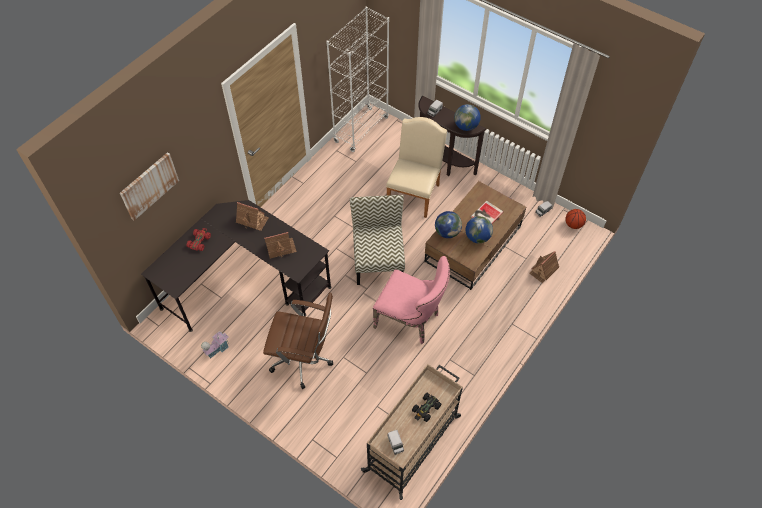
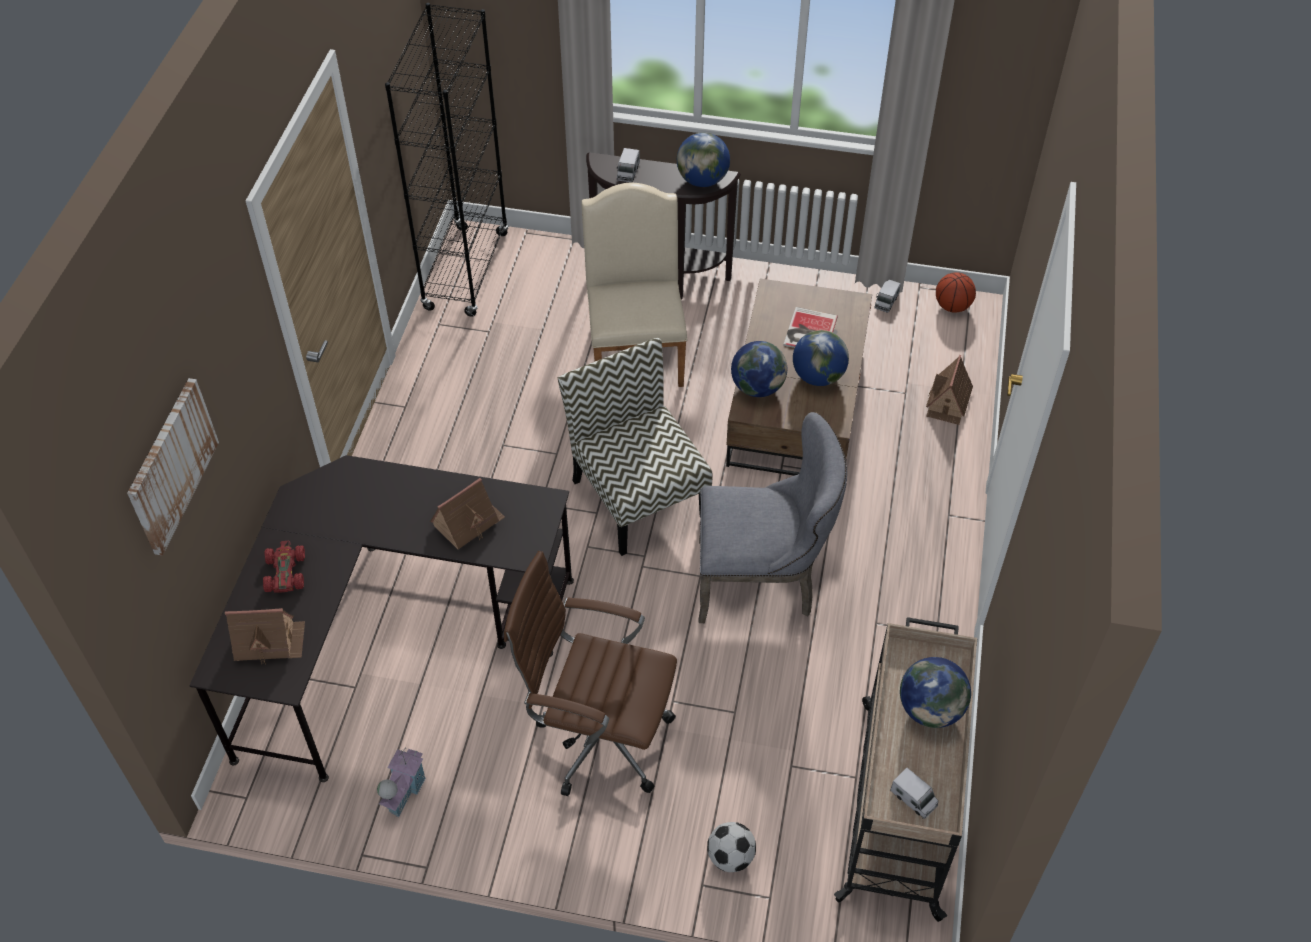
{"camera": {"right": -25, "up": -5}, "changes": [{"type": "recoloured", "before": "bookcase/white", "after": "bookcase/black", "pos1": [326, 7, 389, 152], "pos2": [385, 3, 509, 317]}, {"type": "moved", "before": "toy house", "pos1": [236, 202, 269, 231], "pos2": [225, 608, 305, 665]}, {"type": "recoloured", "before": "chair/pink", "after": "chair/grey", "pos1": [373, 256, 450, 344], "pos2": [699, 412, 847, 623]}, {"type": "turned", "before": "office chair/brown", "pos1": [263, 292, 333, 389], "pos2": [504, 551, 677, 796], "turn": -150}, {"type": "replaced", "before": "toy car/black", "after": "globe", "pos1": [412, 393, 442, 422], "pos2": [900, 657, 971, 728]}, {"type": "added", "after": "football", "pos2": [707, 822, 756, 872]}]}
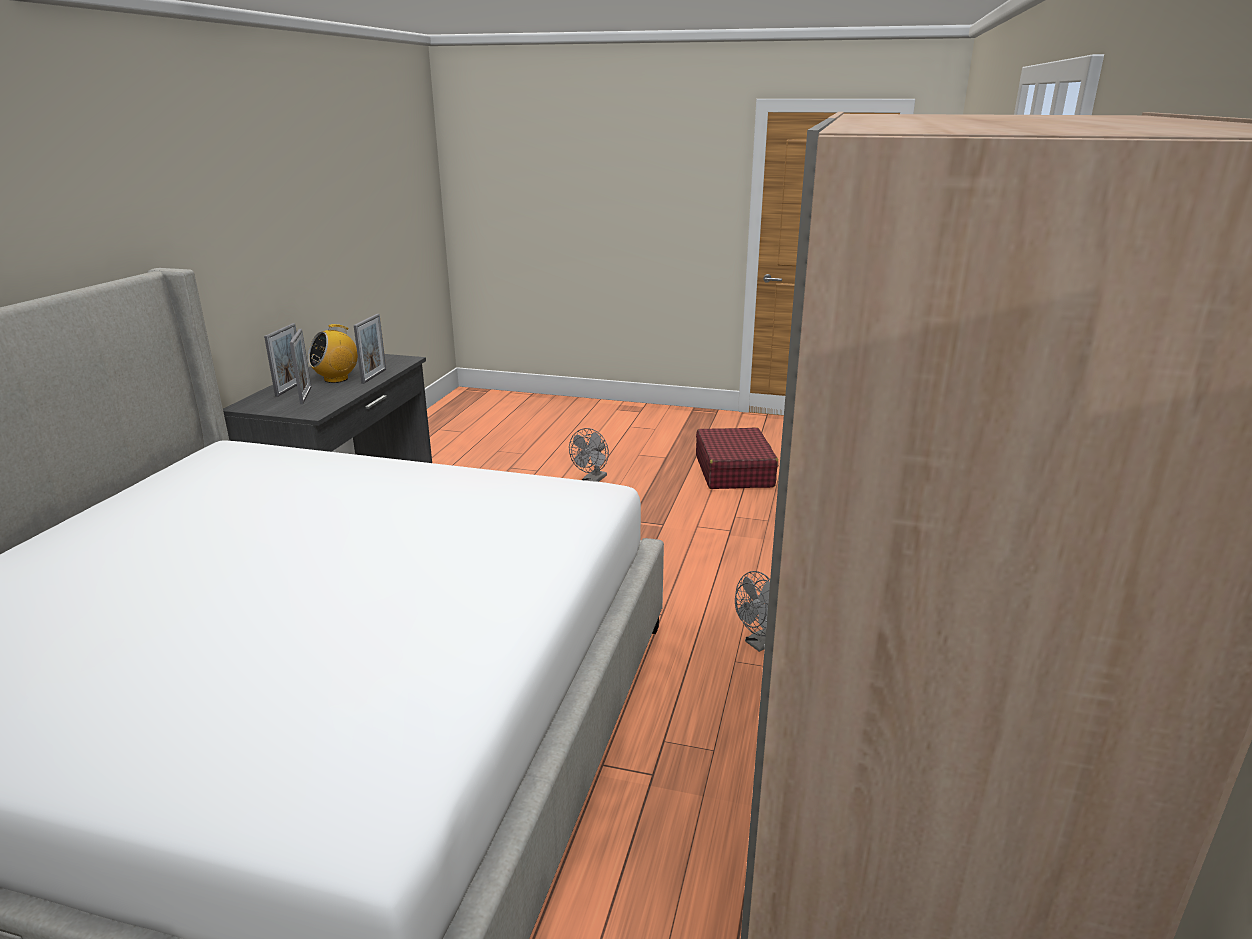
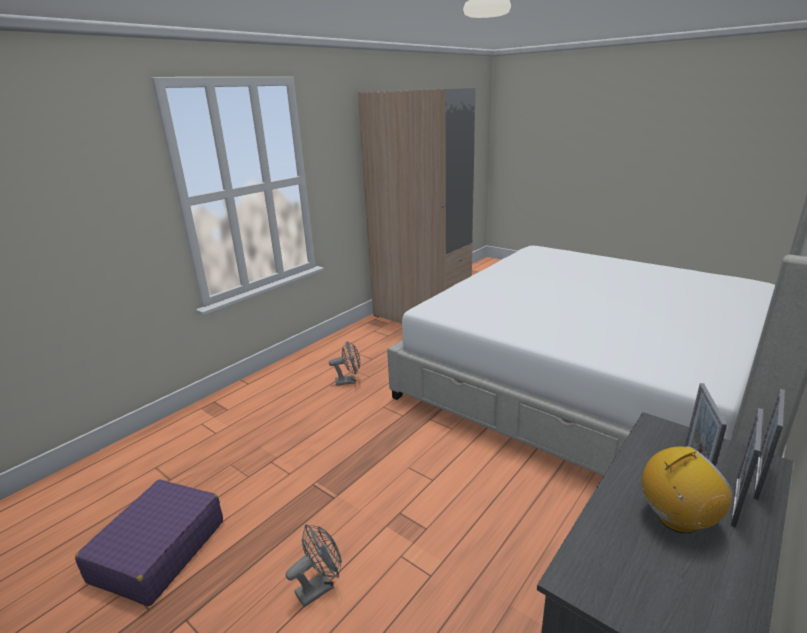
{"camera": {"right": -155, "up": 0}, "changes": [{"type": "moved", "before": "picture frame", "pos1": [354, 314, 386, 384], "pos2": [753, 389, 785, 500]}, {"type": "recoloured", "before": "suitcase/red", "after": "suitcase/purple", "pos1": [696, 427, 778, 489], "pos2": [75, 480, 223, 606]}]}
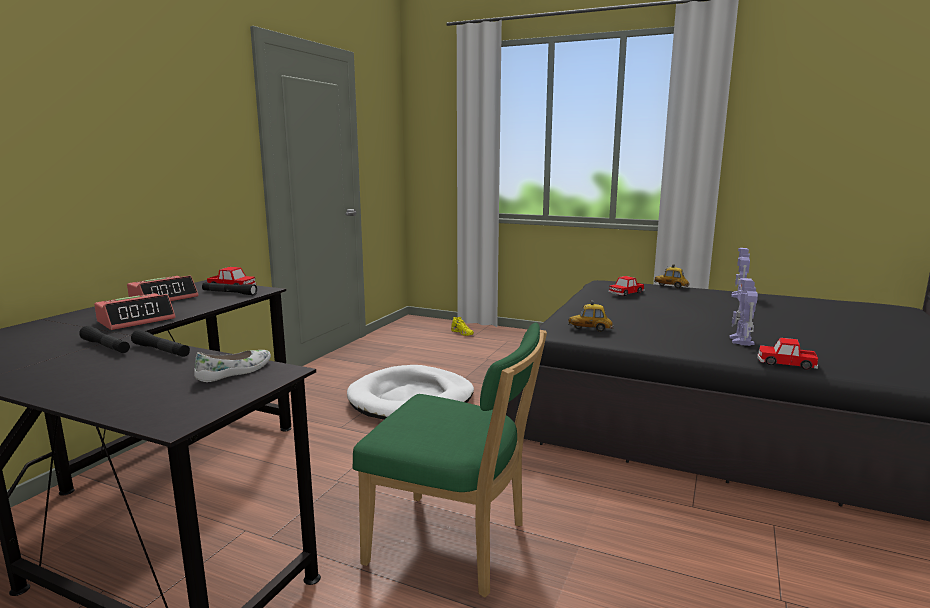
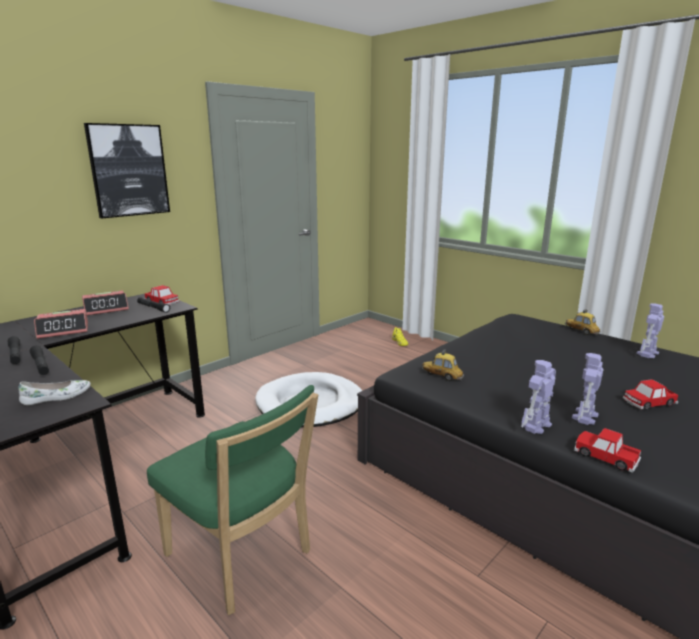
{"camera": {"right": 20, "up": 5}, "changes": [{"type": "moved", "before": "toy car", "pos1": [608, 276, 645, 296], "pos2": [623, 379, 679, 410]}, {"type": "added", "after": "picture", "pos2": [84, 123, 170, 218]}, {"type": "added", "after": "toy robot", "pos2": [521, 360, 556, 434]}]}
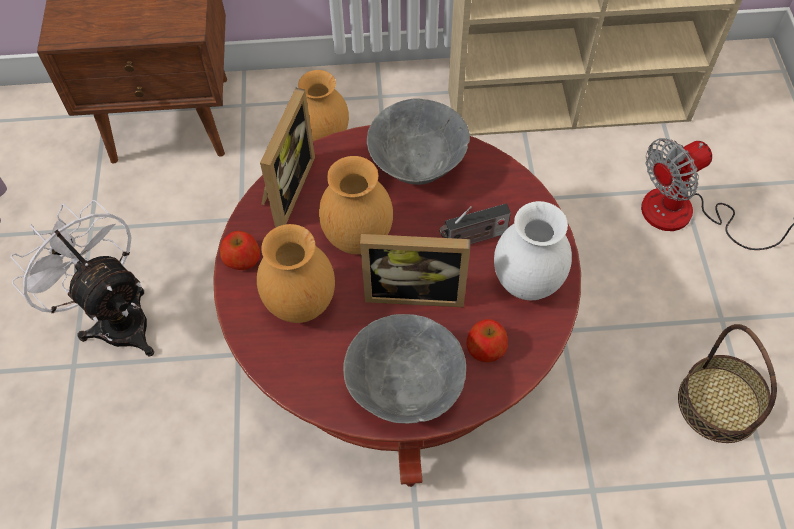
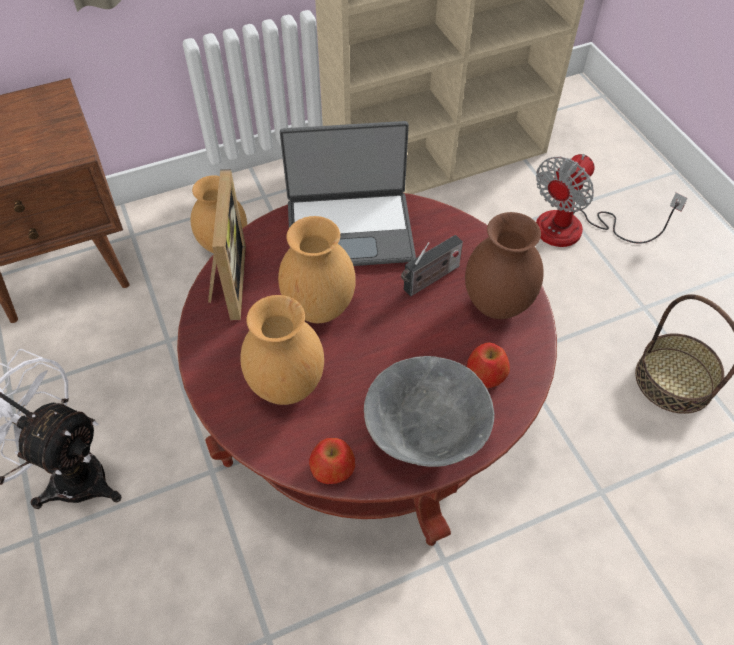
{"camera": {"right": -20, "up": -5}, "changes": [{"type": "replaced", "before": "bowl/grey", "after": "laptop", "pos1": [367, 98, 470, 185], "pos2": [280, 121, 416, 266]}, {"type": "recoloured", "before": "vase/white", "after": "vase/brown", "pos1": [494, 201, 572, 300], "pos2": [465, 212, 544, 319]}, {"type": "moved", "before": "apple", "pos1": [220, 231, 260, 270], "pos2": [309, 438, 355, 484]}, {"type": "removed", "before": "picture frame", "pos1": [360, 234, 471, 307]}]}
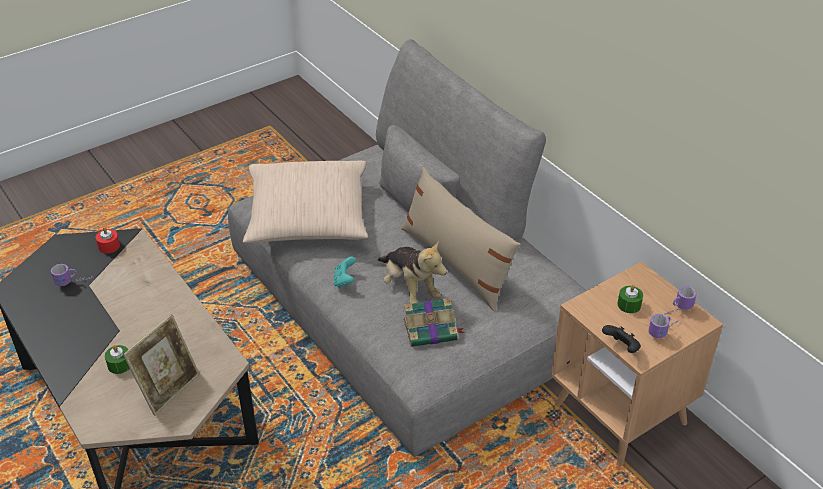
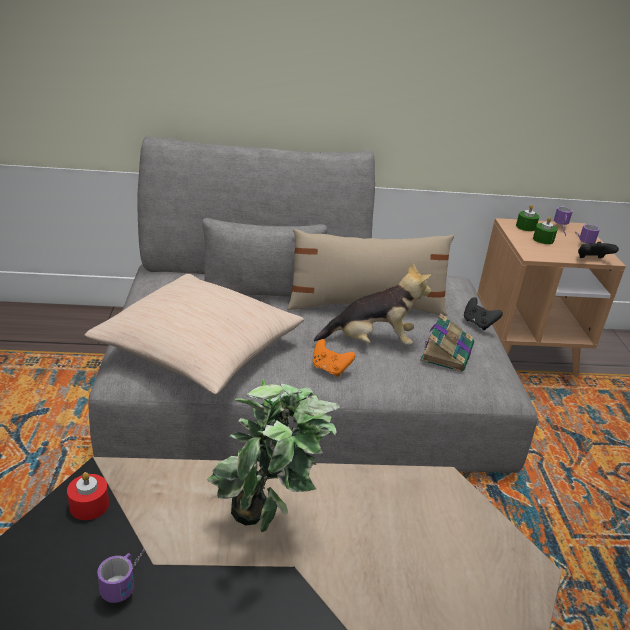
{"camera": {"right": -60, "up": -10}, "changes": [{"type": "recoloured", "before": "game controller/turquoise", "after": "game controller/orange", "pos1": [333, 257, 356, 288], "pos2": [312, 339, 356, 377]}, {"type": "removed", "before": "picture frame", "pos1": [123, 314, 200, 416]}, {"type": "moved", "before": "candle/green", "pos1": [105, 345, 130, 374], "pos2": [516, 205, 539, 231]}, {"type": "added", "after": "game controller/black", "pos2": [464, 297, 503, 330]}, {"type": "added", "after": "potted plant", "pos2": [207, 379, 340, 533]}]}
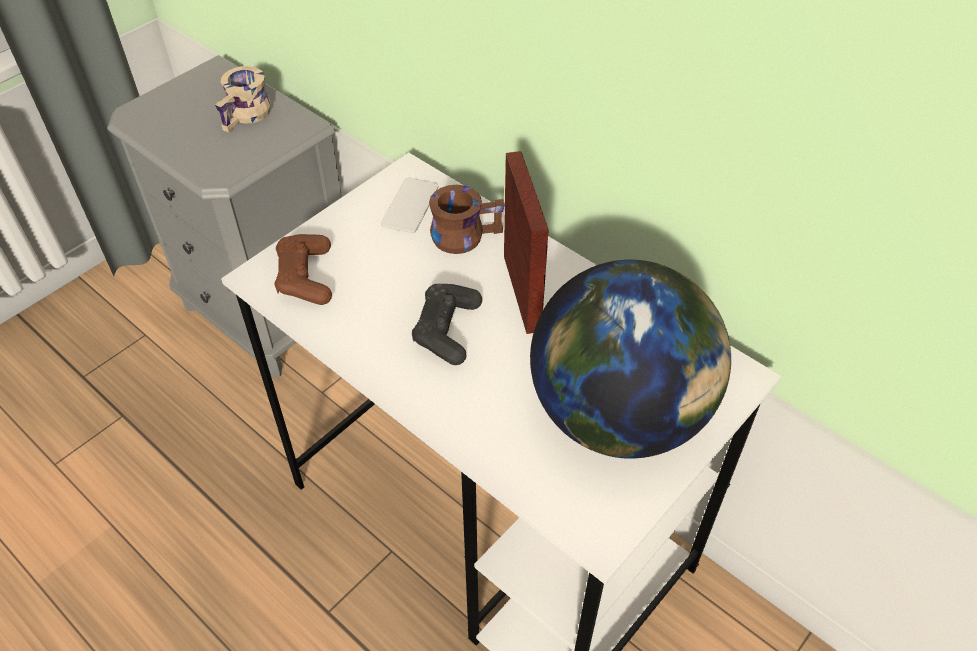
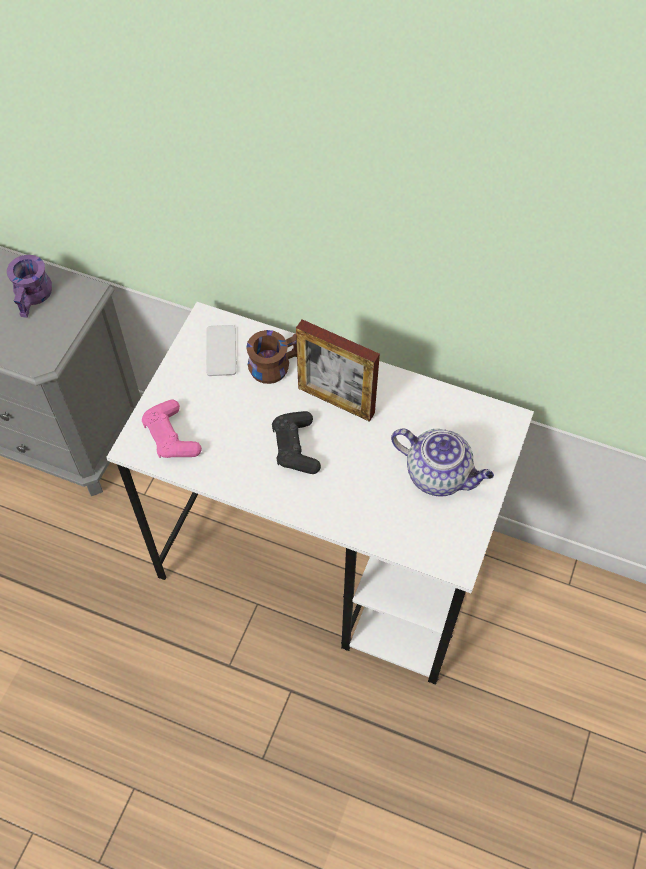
{"camera": {"right": -20, "up": 10}, "changes": [{"type": "recoloured", "before": "mug/beige", "after": "mug/purple", "pos1": [215, 66, 271, 133], "pos2": [7, 255, 52, 318]}, {"type": "turned", "before": "picture frame", "pos1": [504, 151, 549, 334], "pos2": [296, 319, 380, 422], "turn": 150}, {"type": "recoloured", "before": "game controller/brown", "after": "game controller/pink", "pos1": [274, 234, 332, 305], "pos2": [142, 399, 202, 458]}, {"type": "replaced", "before": "globe", "after": "teapot", "pos1": [530, 260, 731, 459], "pos2": [391, 428, 494, 497]}]}
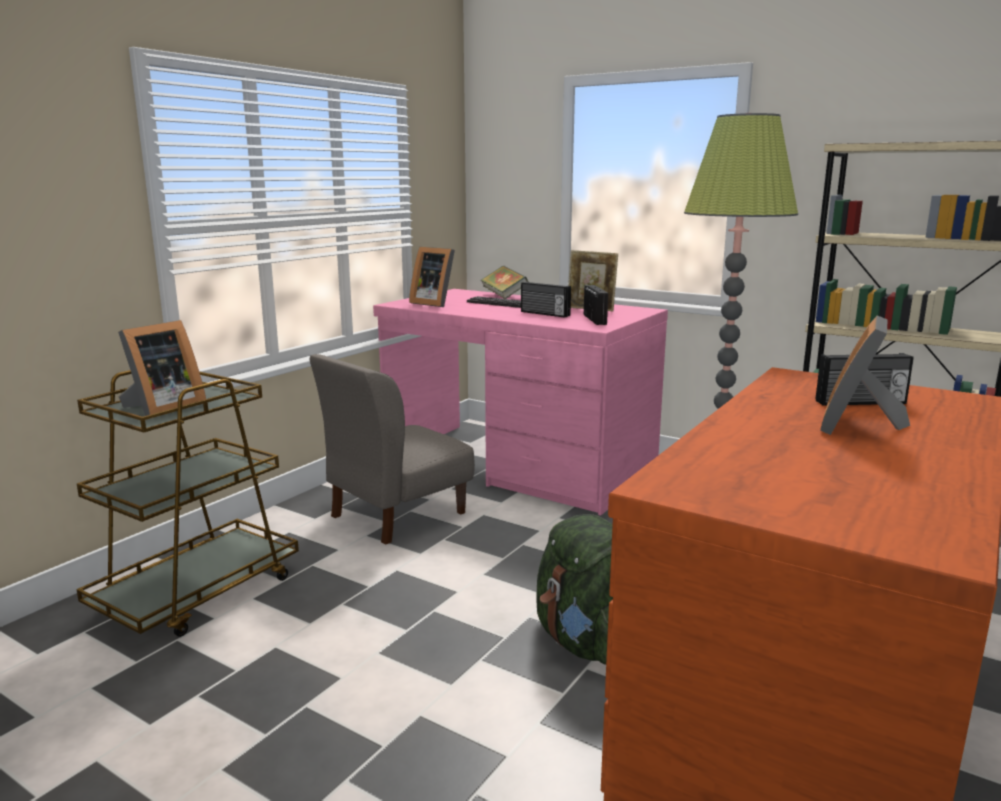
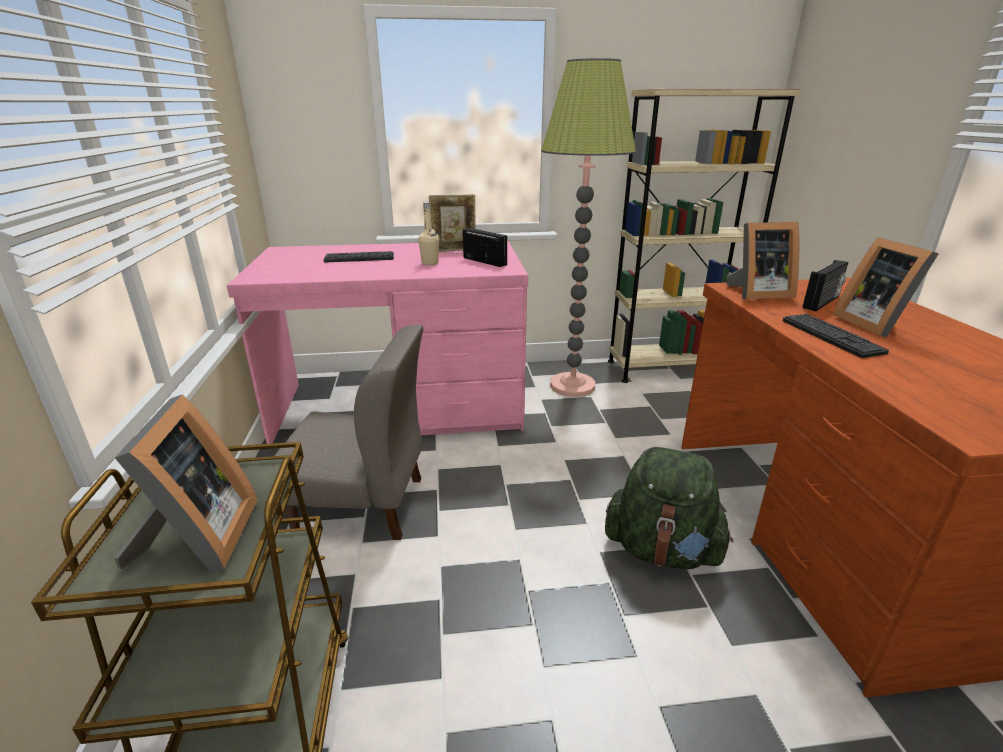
{"camera": {"right": -40, "up": 10}, "changes": [{"type": "moved", "before": "picture frame", "pos1": [409, 247, 455, 307], "pos2": [727, 222, 799, 299]}, {"type": "removed", "before": "book", "pos1": [481, 266, 528, 299]}, {"type": "replaced", "before": "radio", "after": "bottle/beige", "pos1": [521, 282, 571, 318], "pos2": [418, 202, 439, 265]}, {"type": "turned", "before": "chair/grey", "pos1": [310, 354, 475, 545], "pos2": [274, 325, 423, 540], "turn": -90}, {"type": "added", "after": "keyboard", "pos2": [783, 314, 889, 358]}]}
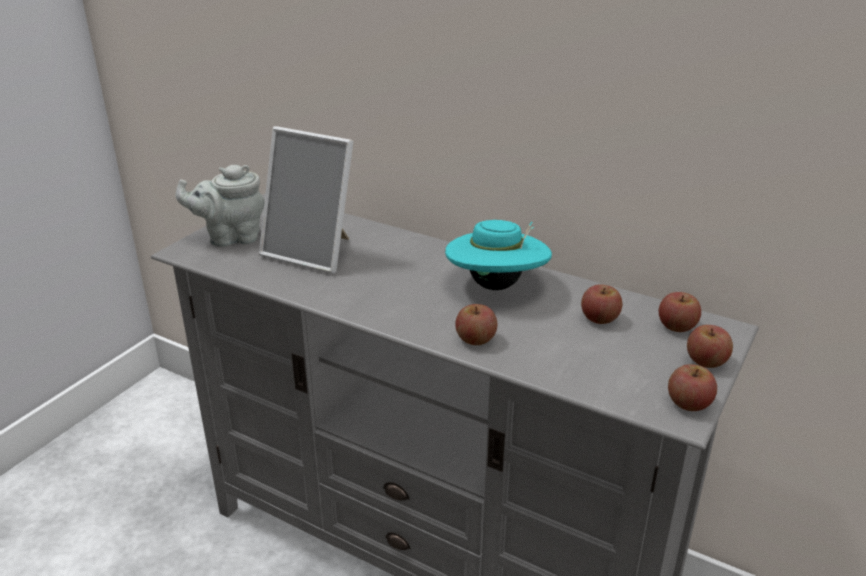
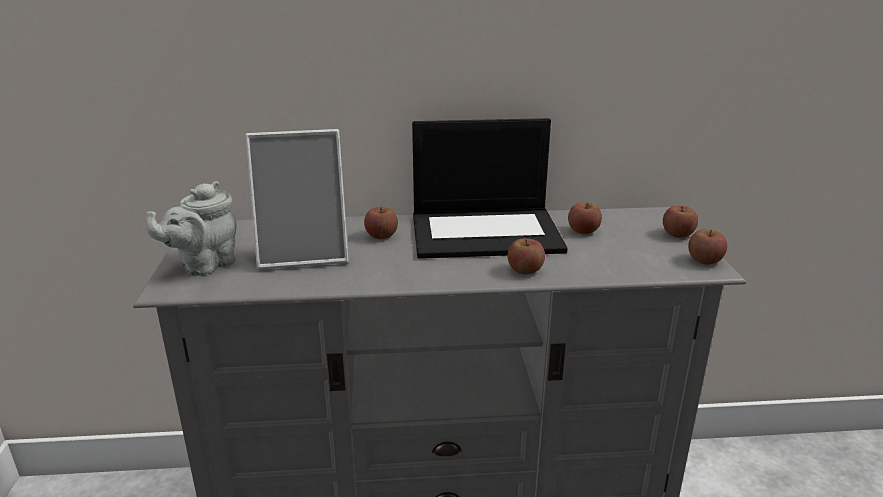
{"camera": {"right": -35, "up": -5}, "changes": [{"type": "replaced", "before": "hat/turquoise", "after": "laptop", "pos1": [445, 220, 552, 290], "pos2": [412, 118, 568, 259]}, {"type": "moved", "before": "apple", "pos1": [659, 292, 701, 332], "pos2": [364, 207, 398, 239]}]}
